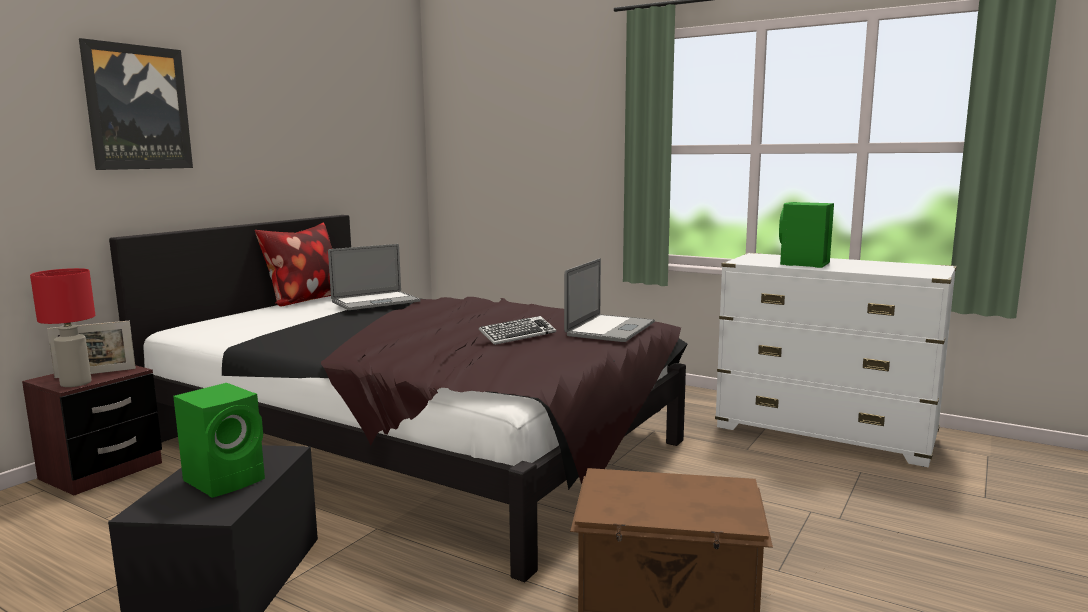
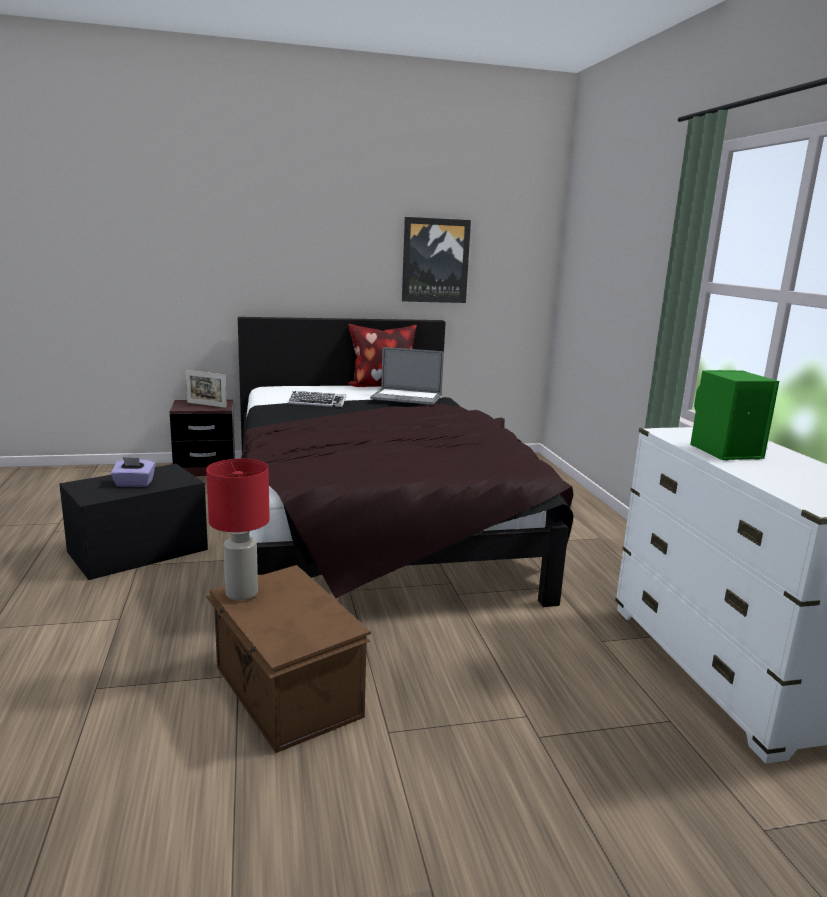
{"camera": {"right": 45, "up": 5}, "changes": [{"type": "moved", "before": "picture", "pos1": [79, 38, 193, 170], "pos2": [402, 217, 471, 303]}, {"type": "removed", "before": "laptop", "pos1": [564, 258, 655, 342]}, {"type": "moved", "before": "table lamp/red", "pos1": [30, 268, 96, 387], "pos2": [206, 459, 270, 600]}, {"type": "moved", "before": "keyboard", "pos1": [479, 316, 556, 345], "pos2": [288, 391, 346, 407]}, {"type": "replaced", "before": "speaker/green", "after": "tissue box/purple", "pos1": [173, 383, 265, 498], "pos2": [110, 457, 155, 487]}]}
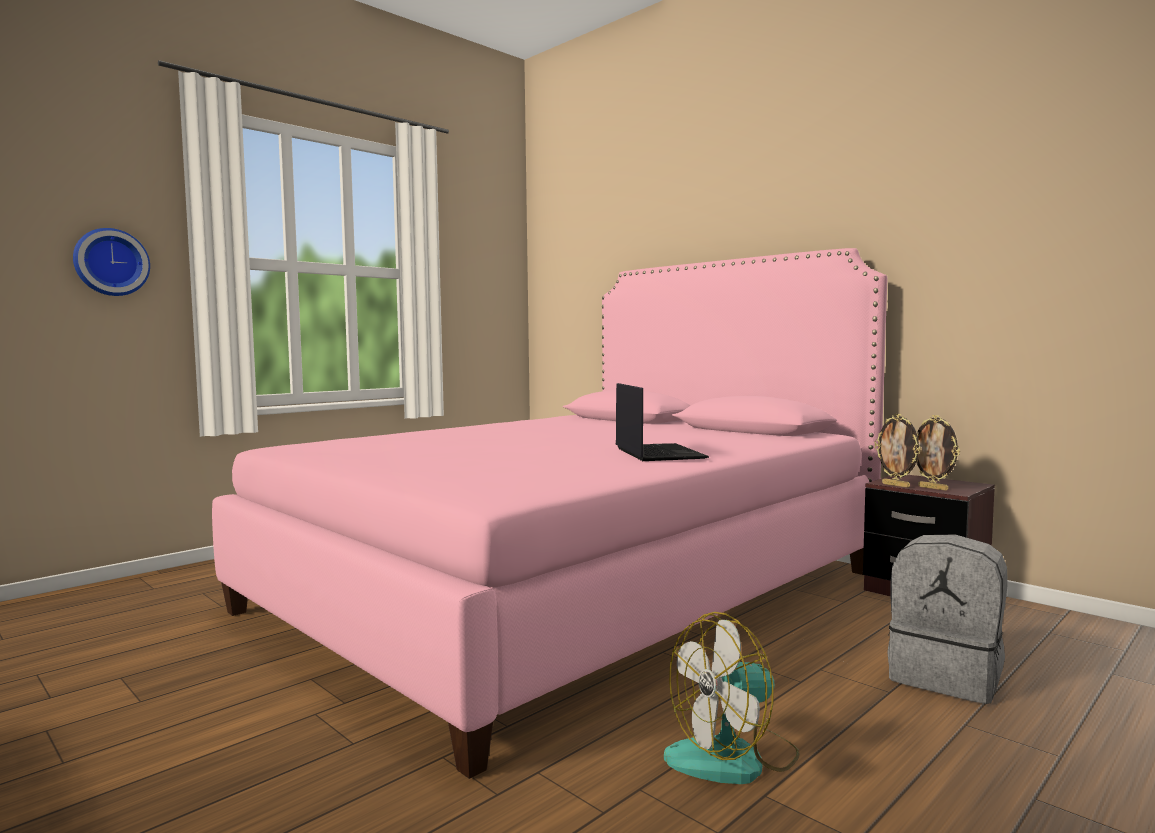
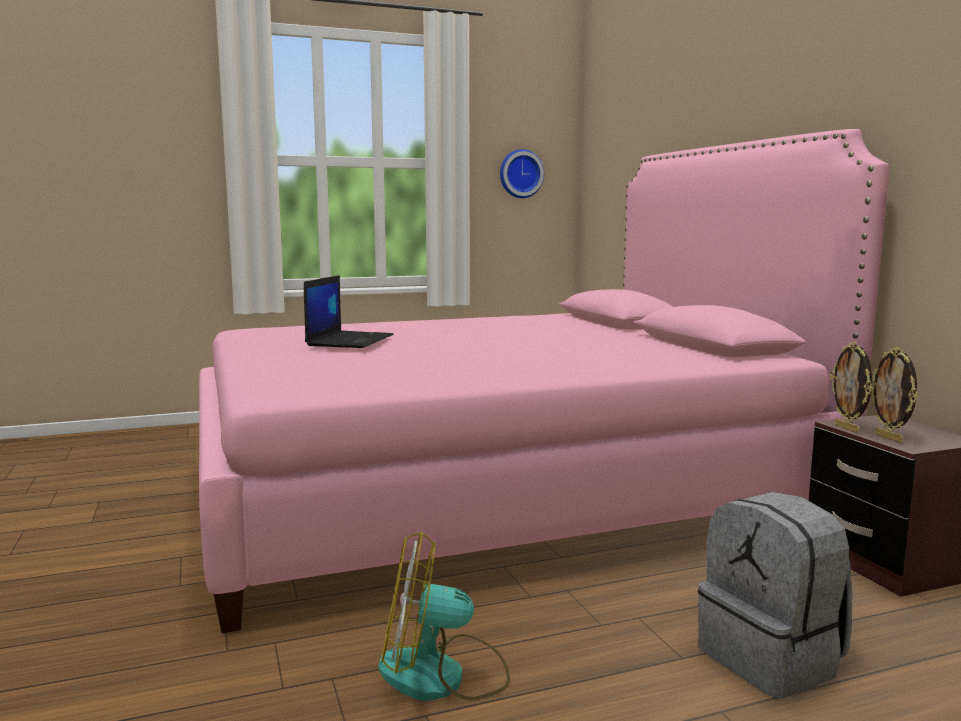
{"camera": {"right": 25, "up": 5}, "changes": [{"type": "moved", "before": "wall clock", "pos1": [73, 228, 150, 296], "pos2": [500, 149, 544, 198]}, {"type": "moved", "before": "laptop", "pos1": [616, 383, 709, 461], "pos2": [304, 275, 394, 348]}]}
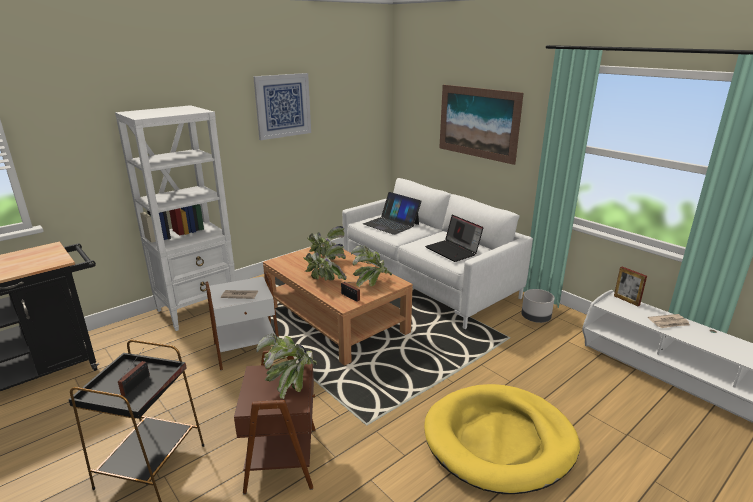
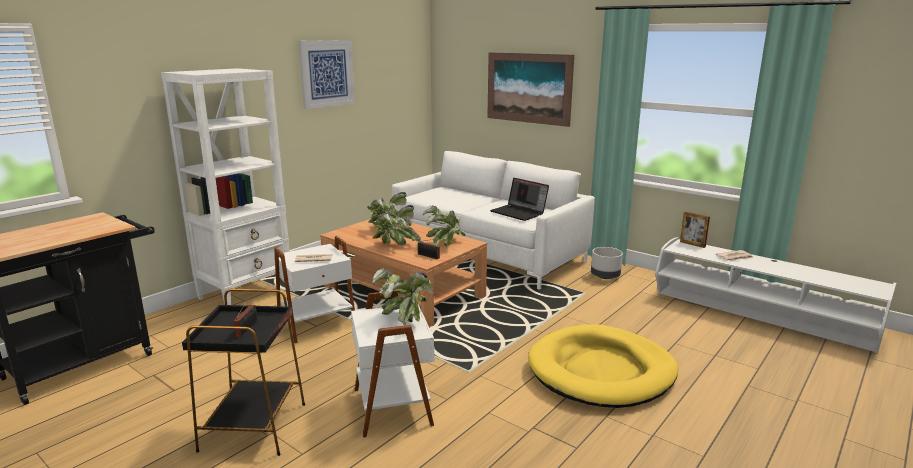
{"camera": {"right": -10, "up": -5}, "changes": [{"type": "removed", "before": "laptop", "pos1": [363, 192, 422, 235]}, {"type": "recoloured", "before": "side table/brown", "after": "side table/white", "pos1": [234, 351, 315, 494], "pos2": [351, 291, 434, 437]}]}
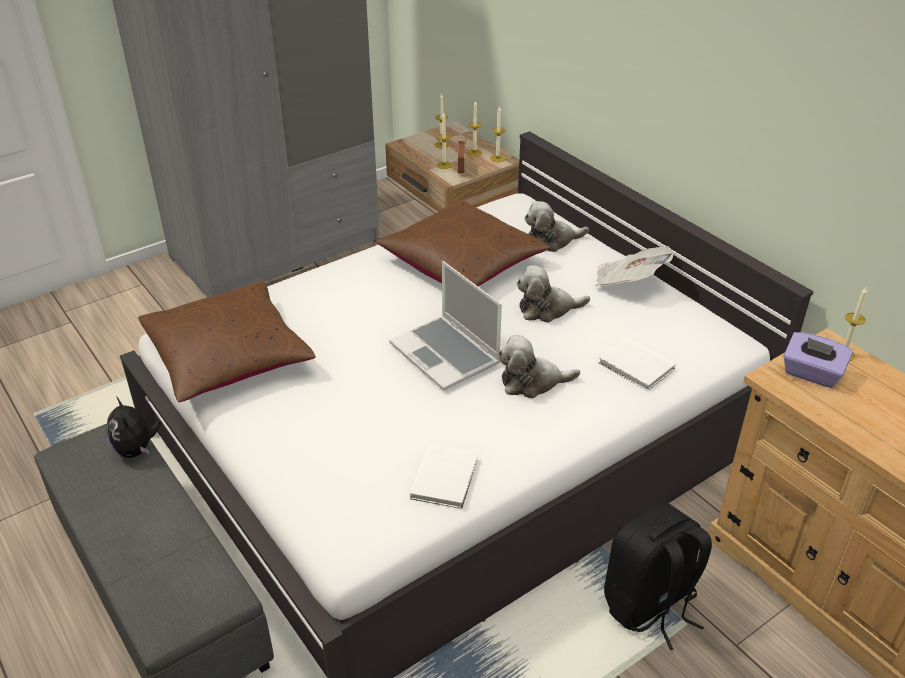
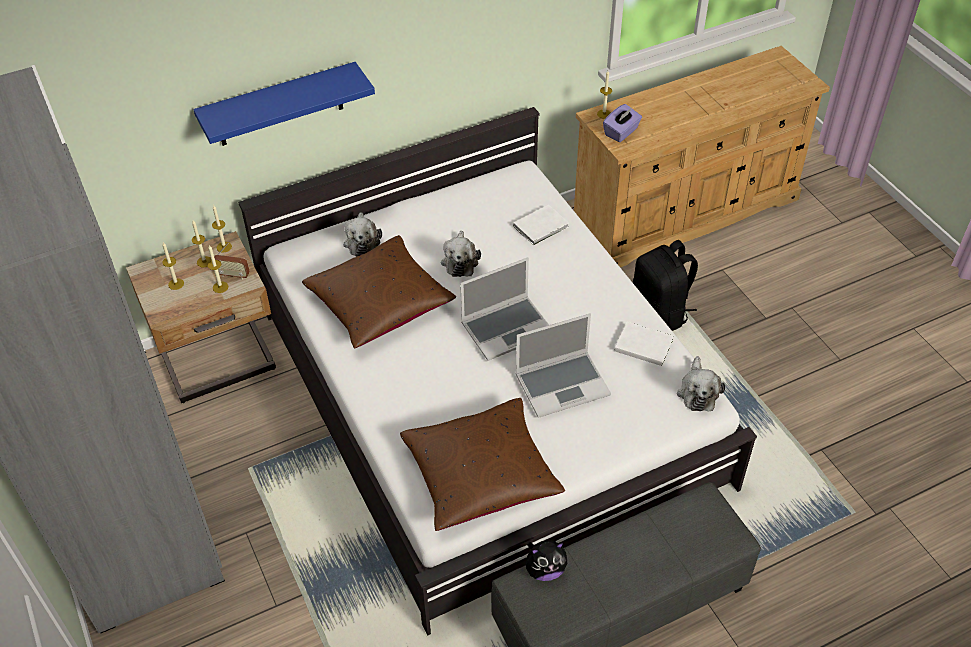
{"camera": {"right": -80, "up": 10}, "changes": [{"type": "removed", "before": "newspaper", "pos1": [595, 246, 674, 286]}, {"type": "moved", "before": "plush toy", "pos1": [498, 335, 580, 398], "pos2": [677, 356, 725, 411]}, {"type": "added", "after": "shelf/blue", "pos2": [193, 62, 375, 146]}, {"type": "added", "after": "laptop", "pos2": [515, 314, 611, 418]}]}
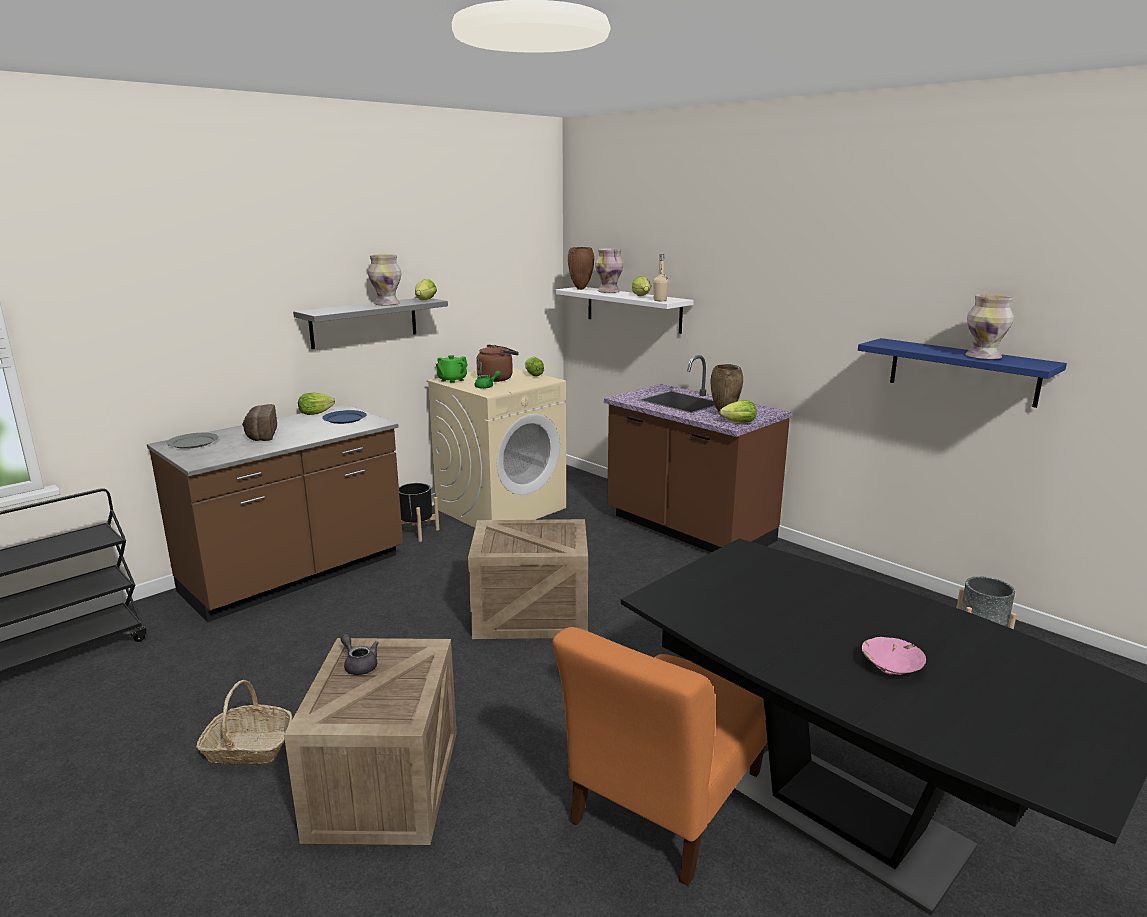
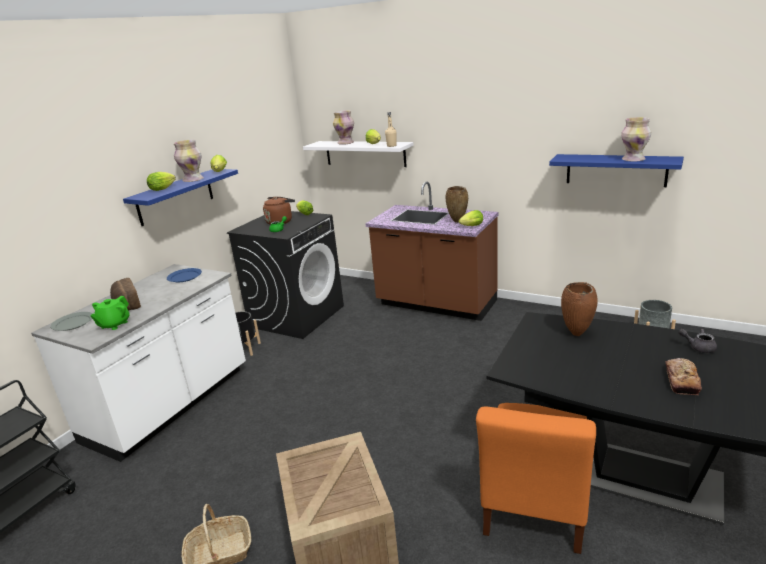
{"camera": {"right": -15, "up": 5}, "changes": [{"type": "moved", "before": "vase/brown", "pos1": [568, 247, 594, 290], "pos2": [561, 282, 597, 336]}, {"type": "recoloured", "before": "shelf/grey", "after": "shelf/blue", "pos1": [293, 298, 448, 349], "pos2": [123, 169, 238, 226]}, {"type": "moved", "before": "teapot/green", "pos1": [436, 355, 468, 383], "pos2": [90, 296, 130, 330]}, {"type": "recoloured", "before": "washing machine/beige", "after": "washing machine/black", "pos1": [426, 368, 566, 528], "pos2": [227, 211, 344, 339]}, {"type": "moved", "before": "lettuce", "pos1": [298, 392, 335, 415], "pos2": [147, 172, 176, 191]}, {"type": "recoloured", "before": "counter/brown", "after": "counter/white", "pos1": [147, 404, 403, 622], "pos2": [31, 264, 246, 462]}, {"type": "removed", "before": "crate", "pos1": [468, 519, 588, 639]}, {"type": "moved", "before": "teapot/grey", "pos1": [341, 634, 379, 675], "pos2": [679, 329, 717, 353]}, {"type": "replaced", "before": "bowl/pink", "after": "bread", "pos1": [861, 637, 926, 675], "pos2": [665, 358, 702, 395]}]}
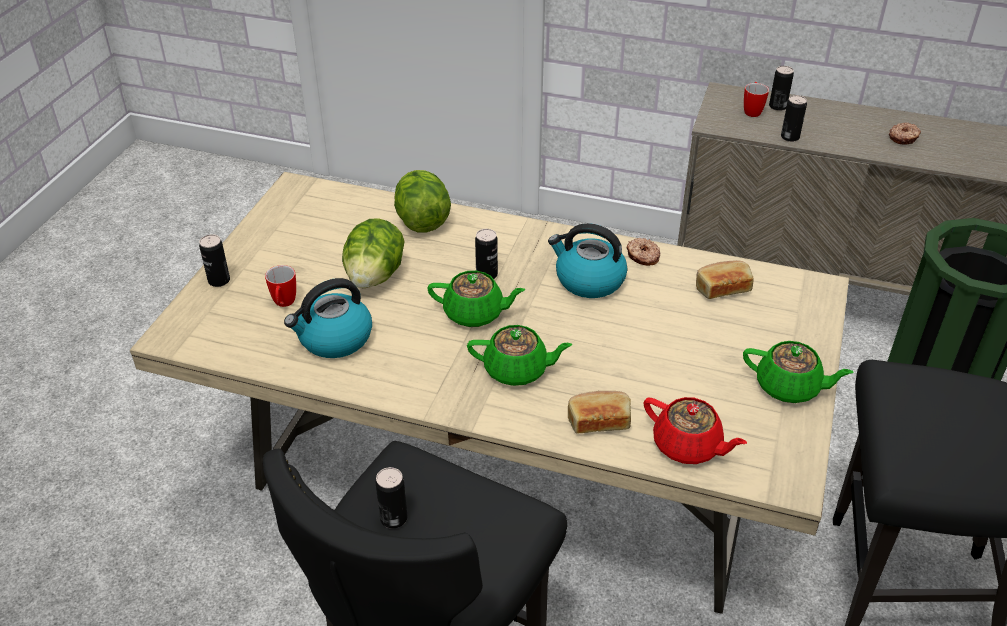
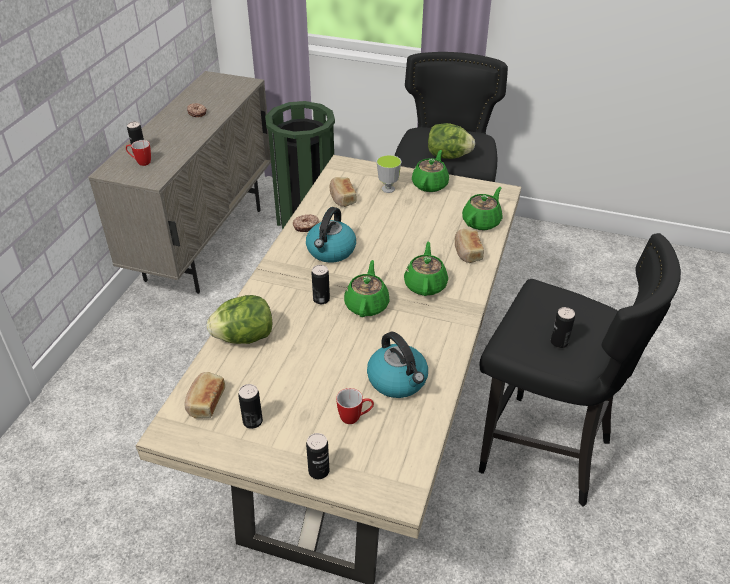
{"camera": {"right": -90, "up": 0}, "changes": [{"type": "moved", "before": "can", "pos1": [781, 95, 807, 142], "pos2": [238, 384, 263, 429]}, {"type": "moved", "before": "lettuce", "pos1": [342, 218, 405, 288], "pos2": [428, 123, 475, 159]}, {"type": "recoloured", "before": "teapot/red", "after": "teapot/green", "pos1": [644, 397, 747, 464], "pos2": [462, 187, 502, 230]}, {"type": "added", "after": "cup", "pos2": [376, 155, 402, 193]}, {"type": "added", "after": "bread", "pos2": [184, 372, 225, 418]}]}
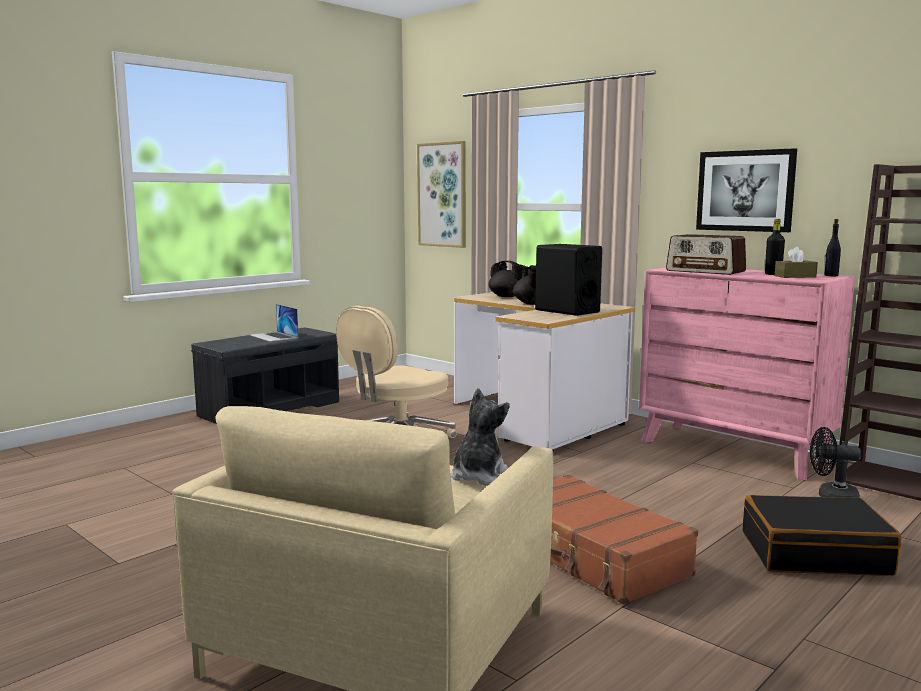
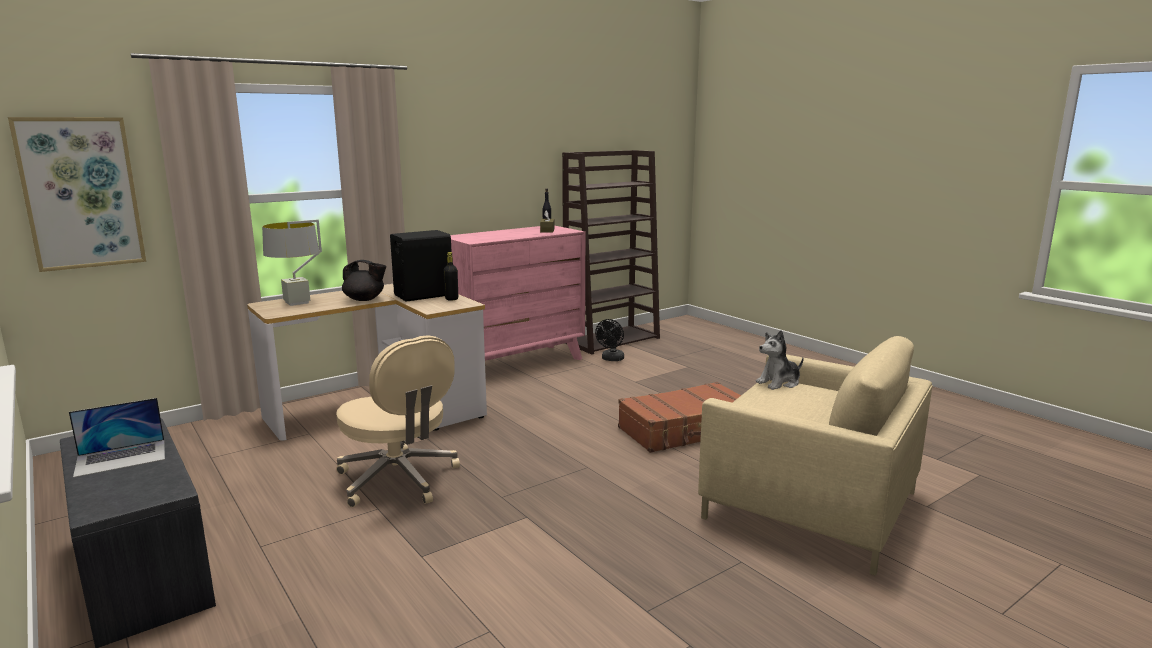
{"camera": {"right": -80, "up": 5}, "changes": [{"type": "removed", "before": "picture", "pos1": [696, 148, 797, 232]}, {"type": "moved", "before": "bottle/black", "pos1": [765, 219, 785, 275], "pos2": [443, 252, 458, 301]}, {"type": "removed", "before": "radio", "pos1": [666, 234, 746, 275]}, {"type": "replaced", "before": "teapot/black", "after": "table lamp/grey", "pos1": [488, 261, 527, 297], "pos2": [262, 219, 322, 306]}, {"type": "turned", "before": "plush toy", "pos1": [451, 388, 509, 485], "pos2": [756, 330, 804, 390], "turn": -60}, {"type": "removed", "before": "suitcase/black", "pos1": [743, 495, 901, 576]}]}
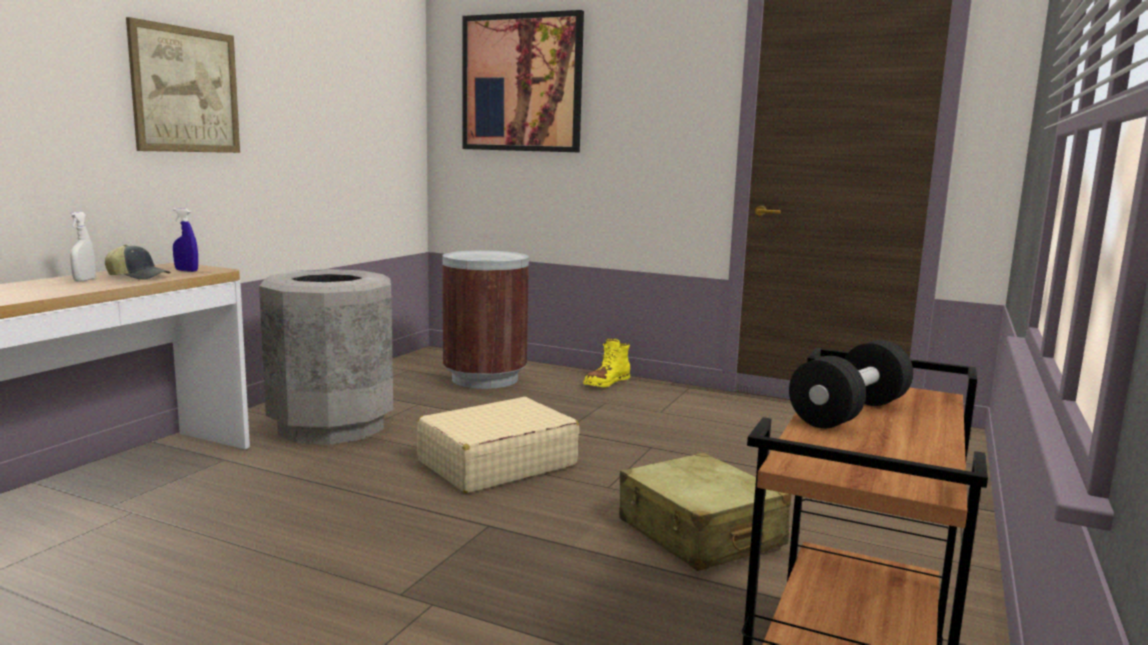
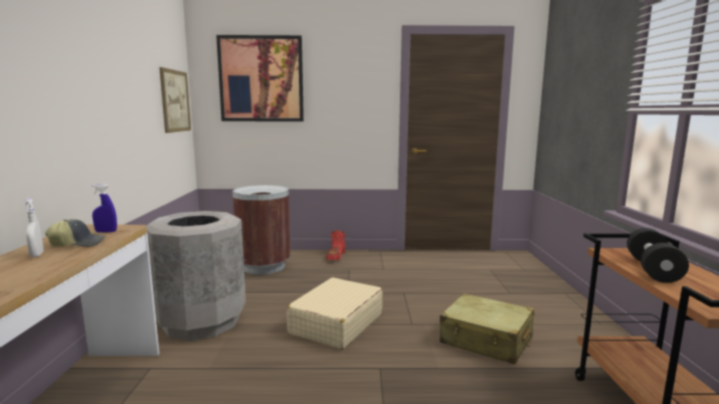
{"camera": {"right": -25, "up": 0}, "changes": [{"type": "moved", "before": "picture", "pos1": [126, 17, 240, 153], "pos2": [159, 67, 191, 133]}, {"type": "recoloured", "before": "boot/yellow", "after": "boot/red", "pos1": [583, 339, 630, 388], "pos2": [326, 230, 346, 260]}]}
